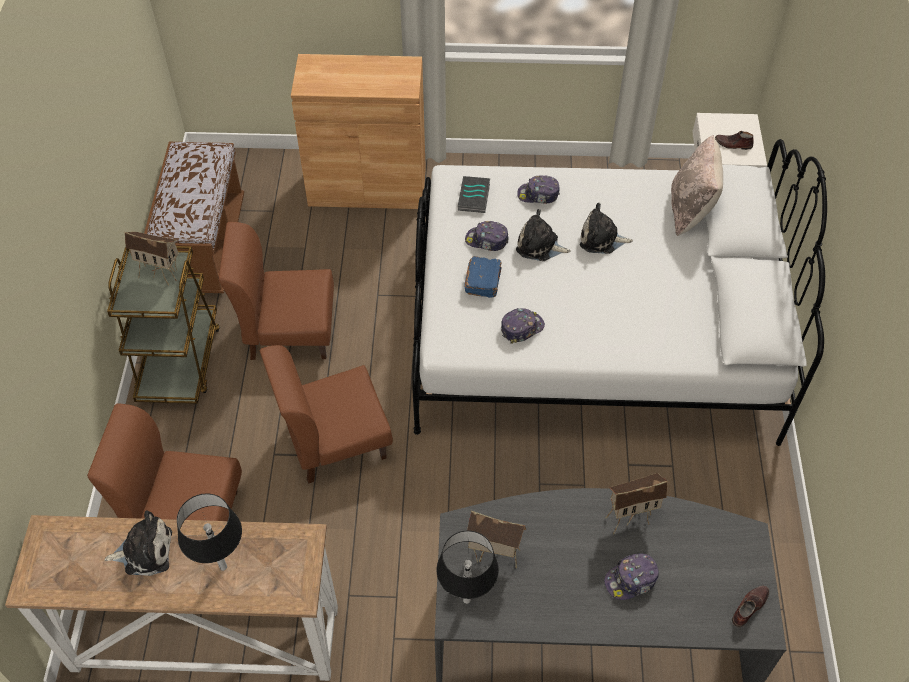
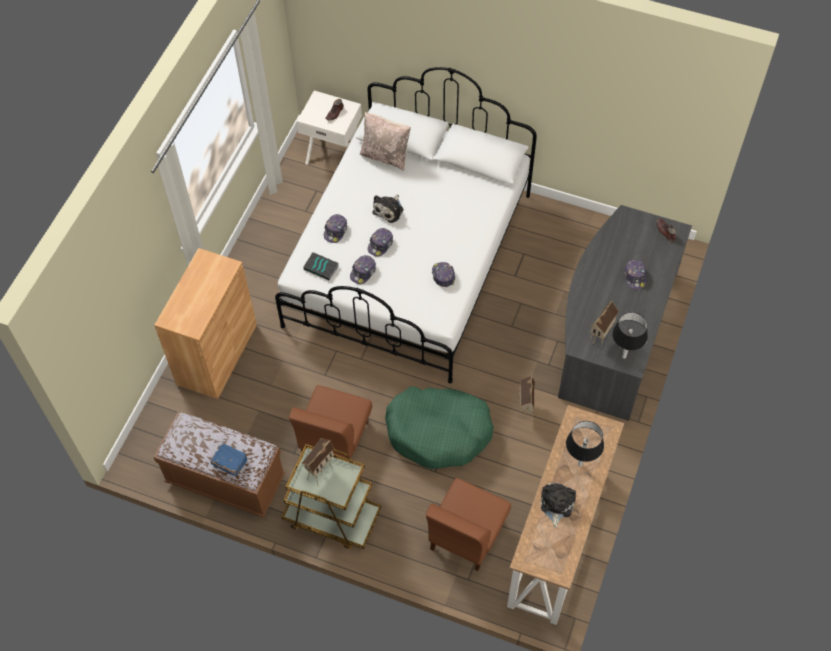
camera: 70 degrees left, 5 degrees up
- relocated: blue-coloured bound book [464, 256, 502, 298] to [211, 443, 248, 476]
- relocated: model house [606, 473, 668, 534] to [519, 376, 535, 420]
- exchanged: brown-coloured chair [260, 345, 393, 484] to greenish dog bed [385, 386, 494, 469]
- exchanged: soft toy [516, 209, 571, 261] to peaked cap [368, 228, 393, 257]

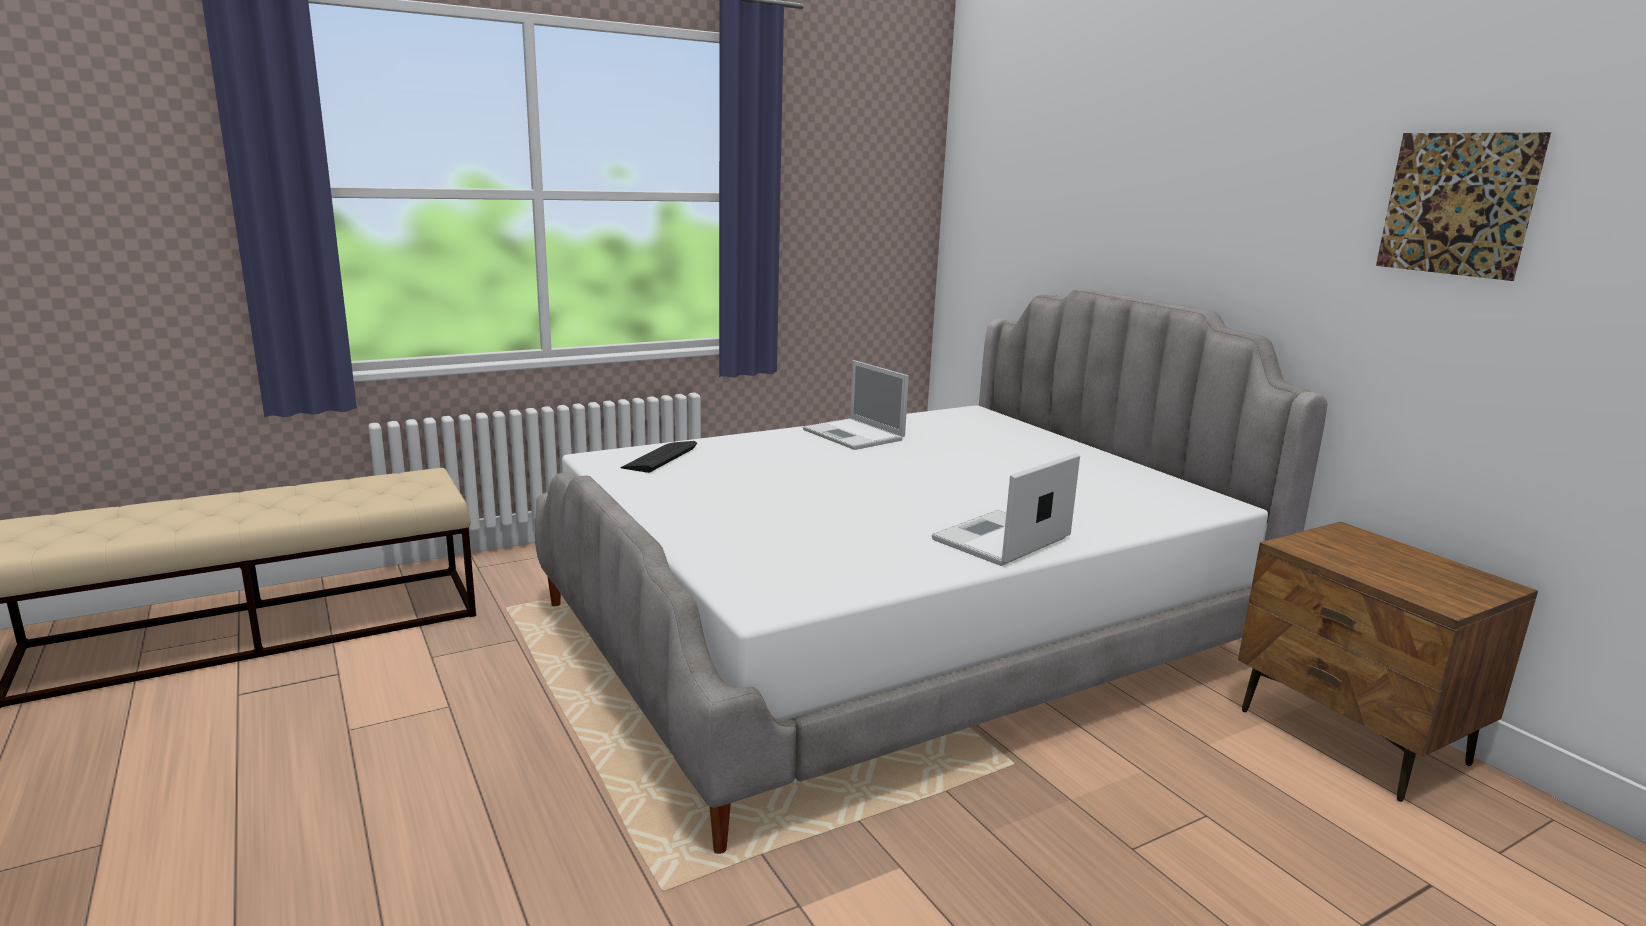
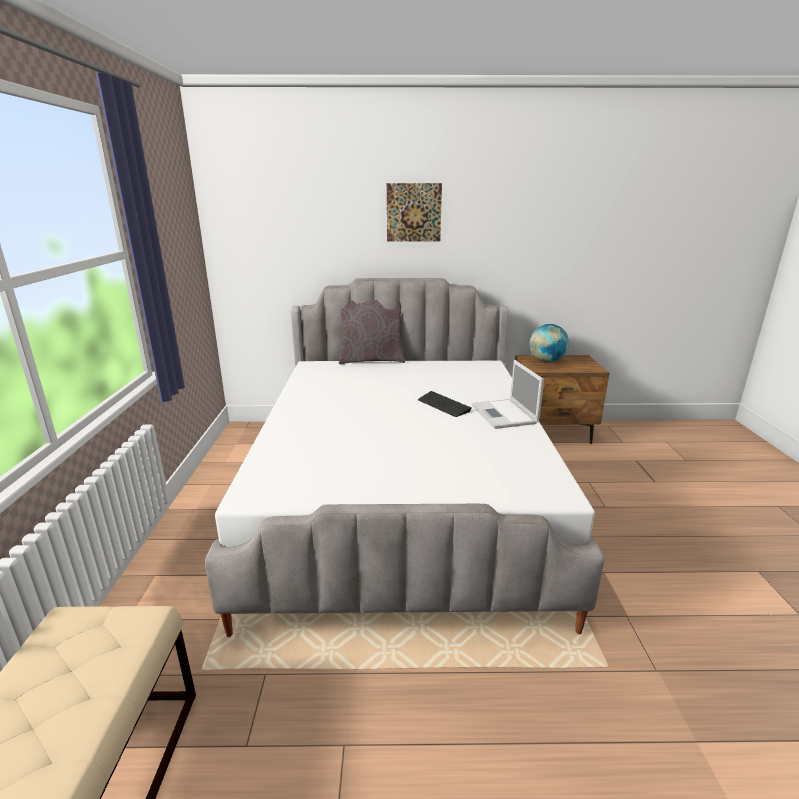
camera: 60 degrees left, 5 degrees up
- missing: laptop [803, 360, 909, 450]
- appeared: grey cushion [339, 300, 405, 364]
- appeared: world globe [529, 324, 569, 362]
- relocated: keyboard [620, 441, 697, 473] to [418, 391, 472, 417]
- relocated: wall art [1376, 132, 1551, 281] to [387, 183, 442, 242]

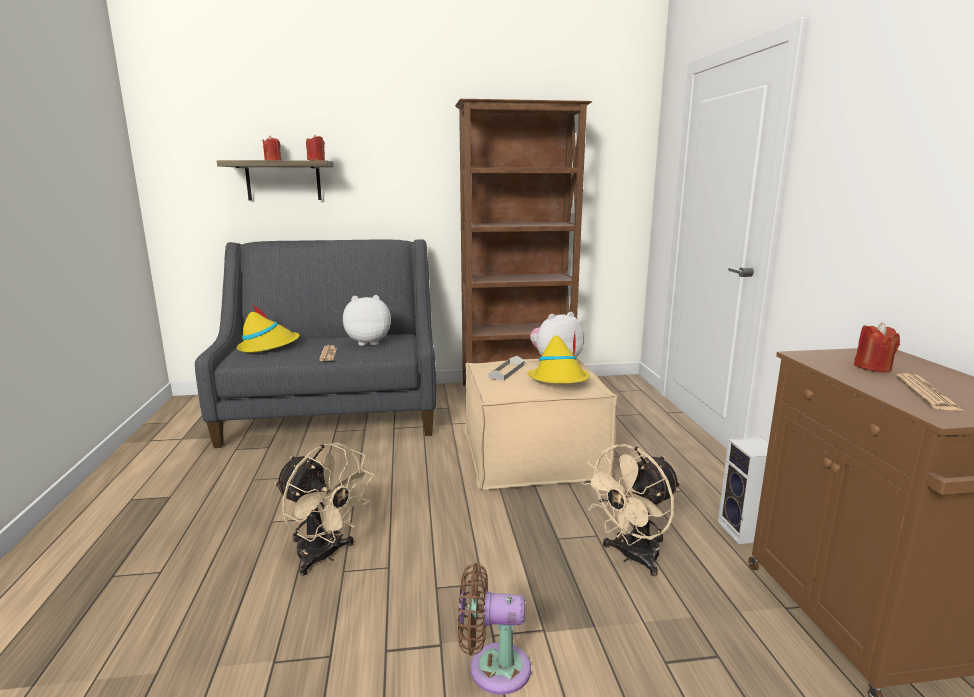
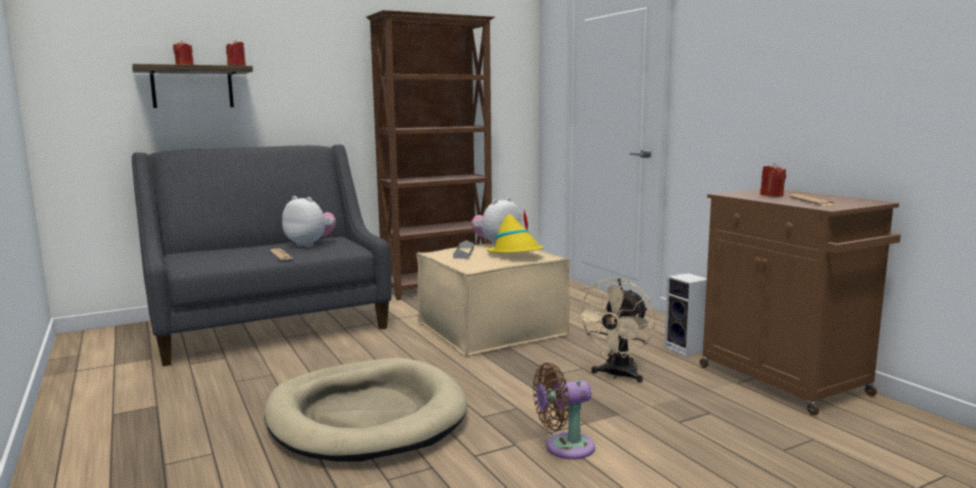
camera: 20 degrees left, 5 degrees down
- missing: yellow-coloured wearable hat [237, 305, 300, 353]
- exchanged: beige-coloured cooling fan [275, 443, 374, 576] to beige-coloured dog bed [264, 358, 468, 461]
- spun: soft toy [343, 295, 391, 346] = [282, 196, 336, 247] 60 degrees clockwise

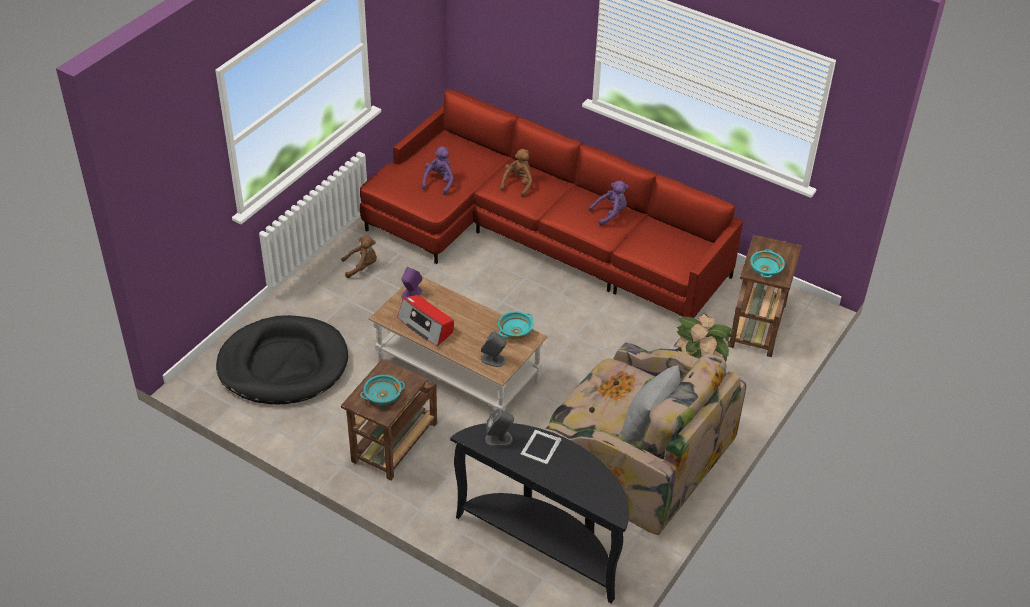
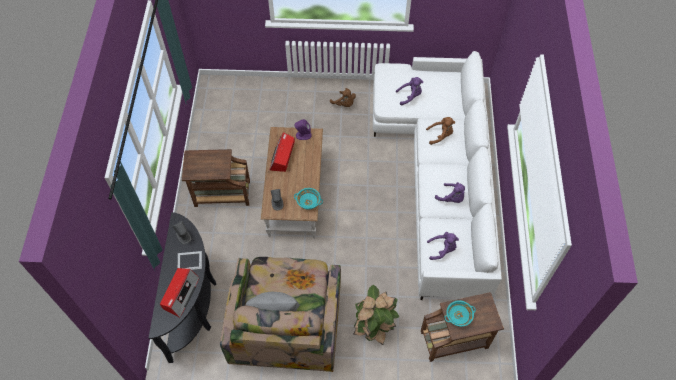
camera: 60 degrees right, 15 degrees up
- missing: black-coloured dog bed [216, 315, 348, 404]
- missing: turquoise-coloured deep dish [360, 375, 405, 405]
- appeared: radio set [160, 268, 200, 318]
- appeared: purple soft toy [427, 232, 459, 260]
- colour: reddish sofa [360, 89, 743, 318] to white-coloured sofa [373, 51, 502, 300]

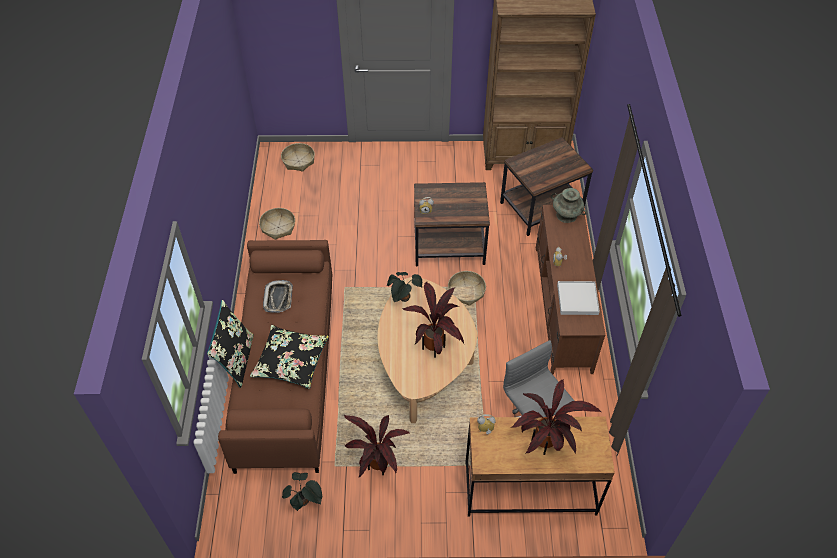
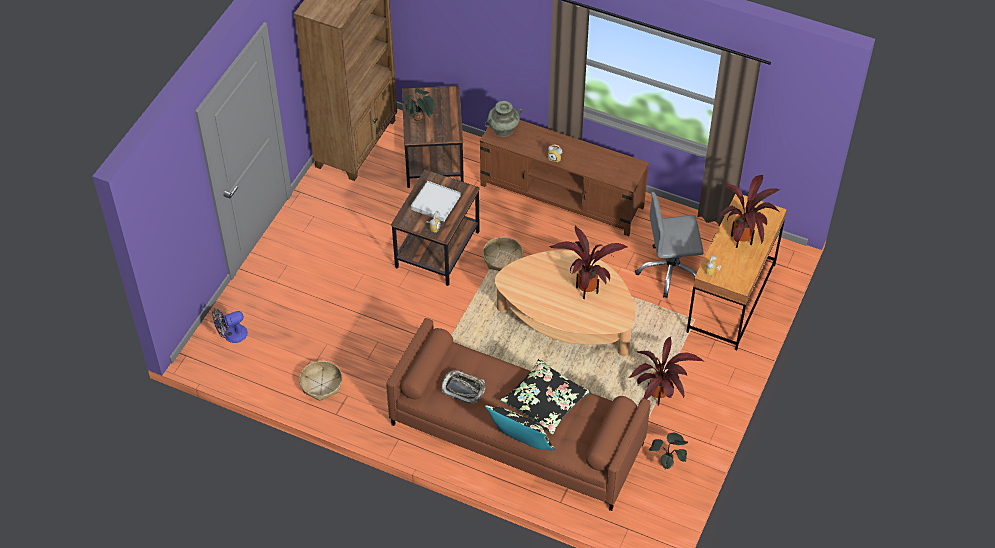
camera: 65 degrees left, 0 degrees up
- relocated: potted plant [387, 272, 422, 303] to [402, 88, 435, 121]
- relocated: white-coloured tray [557, 281, 600, 315] to [411, 181, 460, 222]
- exchanged: storage basket [281, 143, 315, 172] to cooling fan [212, 308, 248, 343]

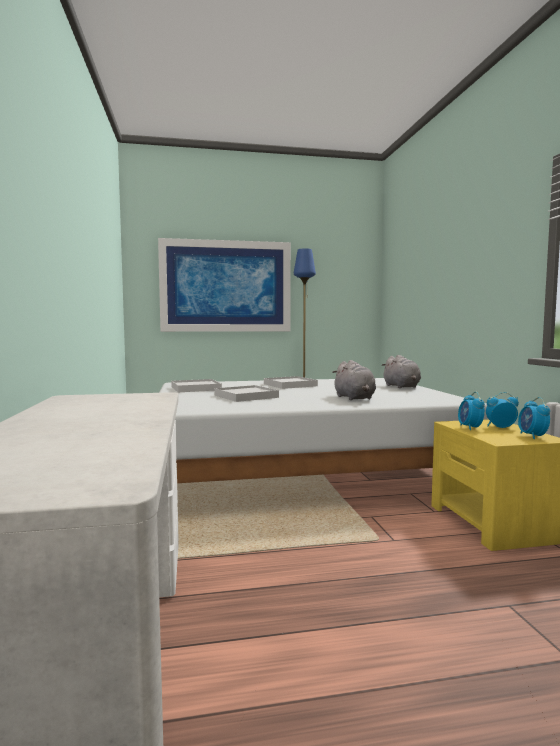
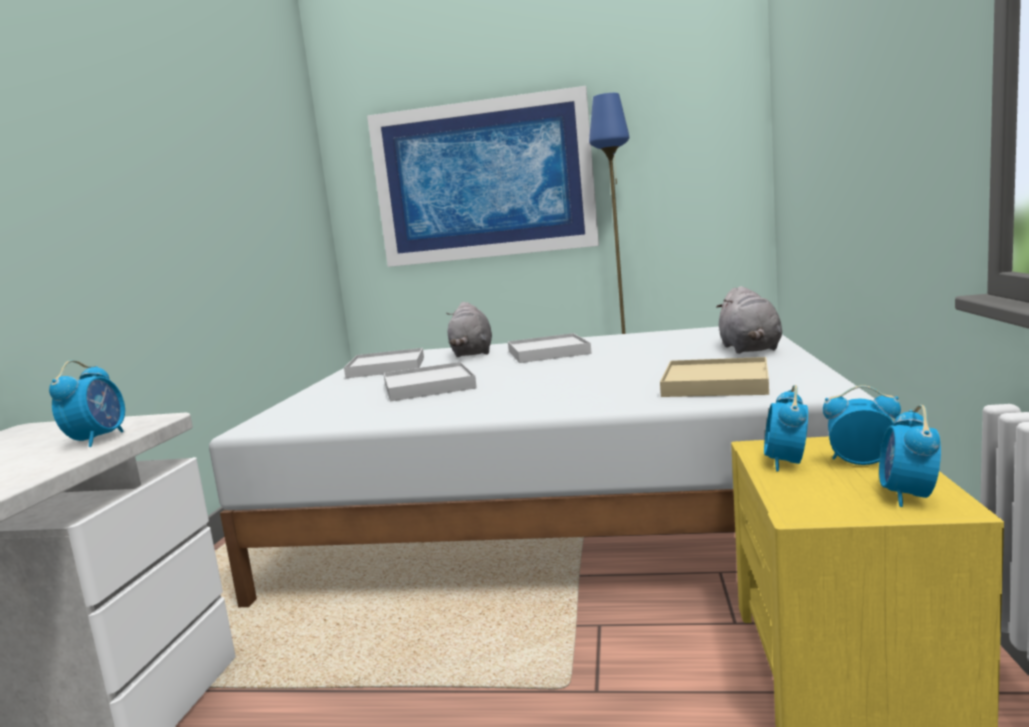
camera: 20 degrees right, 5 degrees up
- appeared: alarm clock [49, 360, 125, 447]
- appeared: beige-coloured tray [660, 357, 769, 397]
- relocated: grey soft toy [332, 360, 376, 400] to [446, 302, 492, 357]

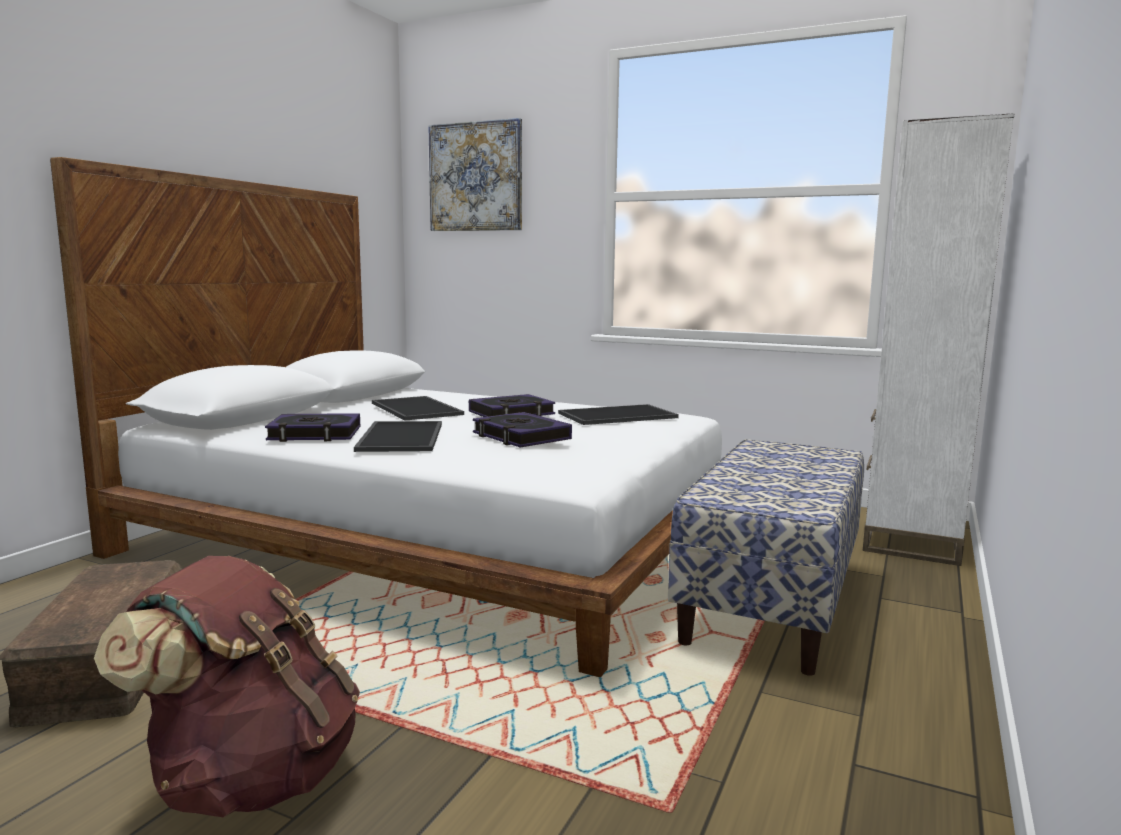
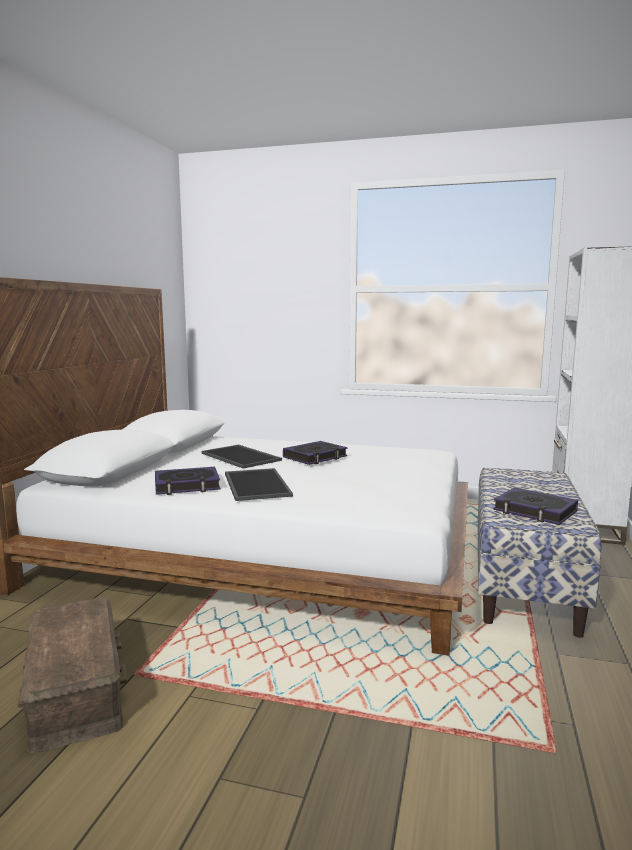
camera: 10 degrees left, 0 degrees up
- missing: brown-coloured backpack [94, 556, 360, 817]
- missing: wall art [428, 118, 522, 231]
- missing: tray [558, 404, 679, 425]
- relocated: bound book [473, 412, 572, 447] to [493, 487, 578, 525]

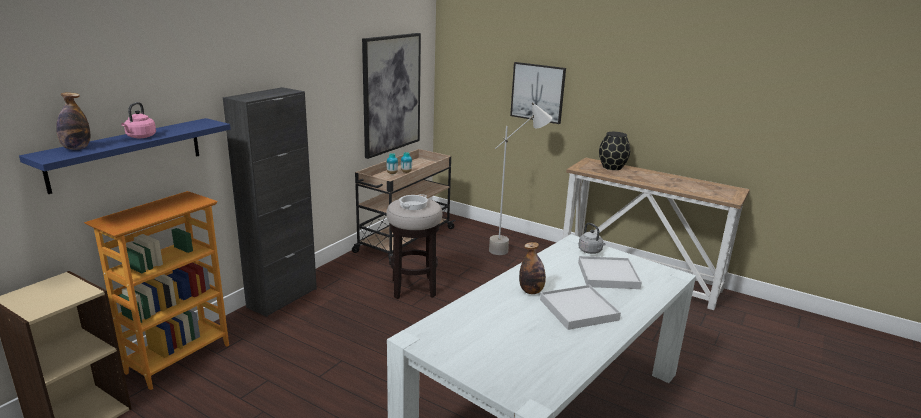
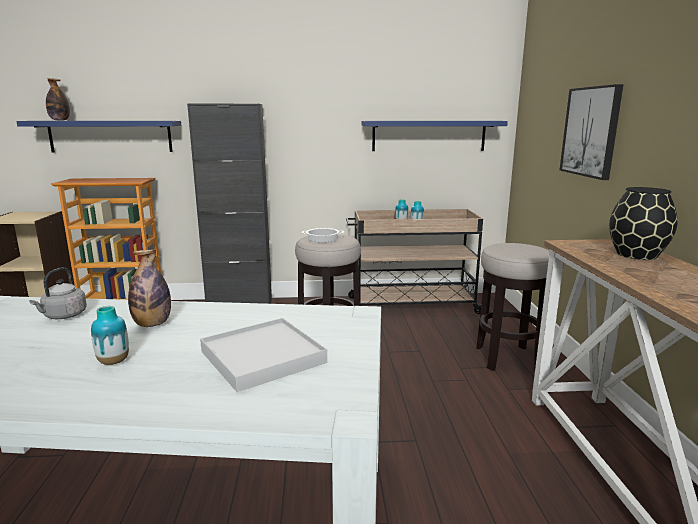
camera: 55 degrees right, 5 degrees down
- missing: pinkish tea kettle [121, 102, 156, 138]
- relocated: grey tea kettle [578, 223, 605, 254] to [29, 267, 87, 319]
- exchanged: wall art [362, 33, 421, 159] to blue-coloured bracket shelf [362, 121, 508, 151]
- exchanged: grey floor lamp [489, 102, 552, 255] to stool [476, 243, 550, 371]
- exchanged: white-coloured tray [540, 285, 621, 330] to flower vase [91, 306, 129, 365]

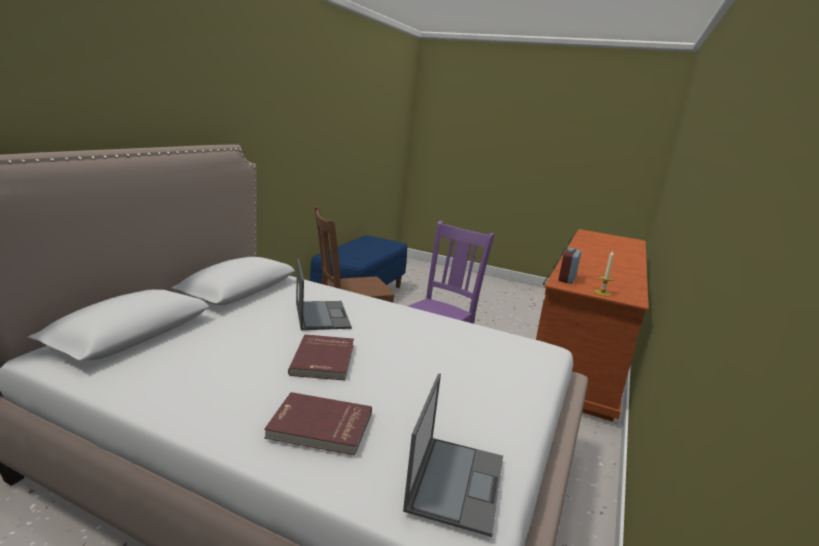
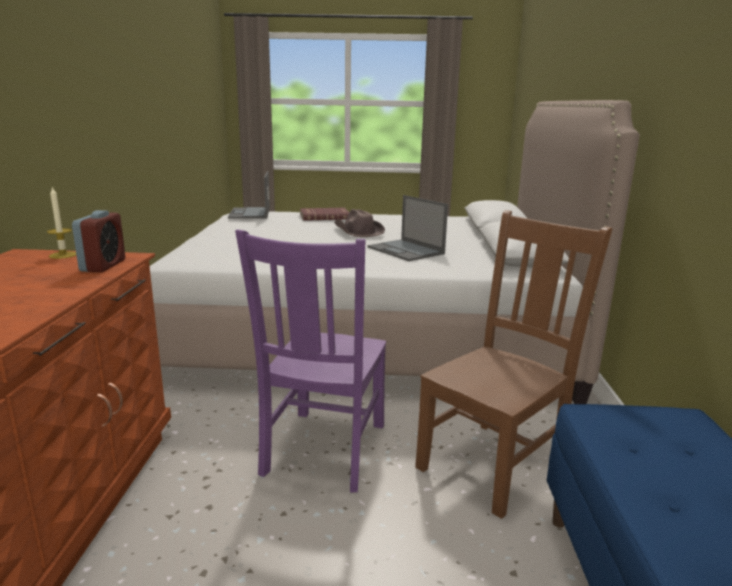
camera: 160 degrees right, 0 degrees up
- exchanged: reddish bound book [288, 334, 354, 380] to brown-coloured wearable hat [334, 209, 385, 237]

